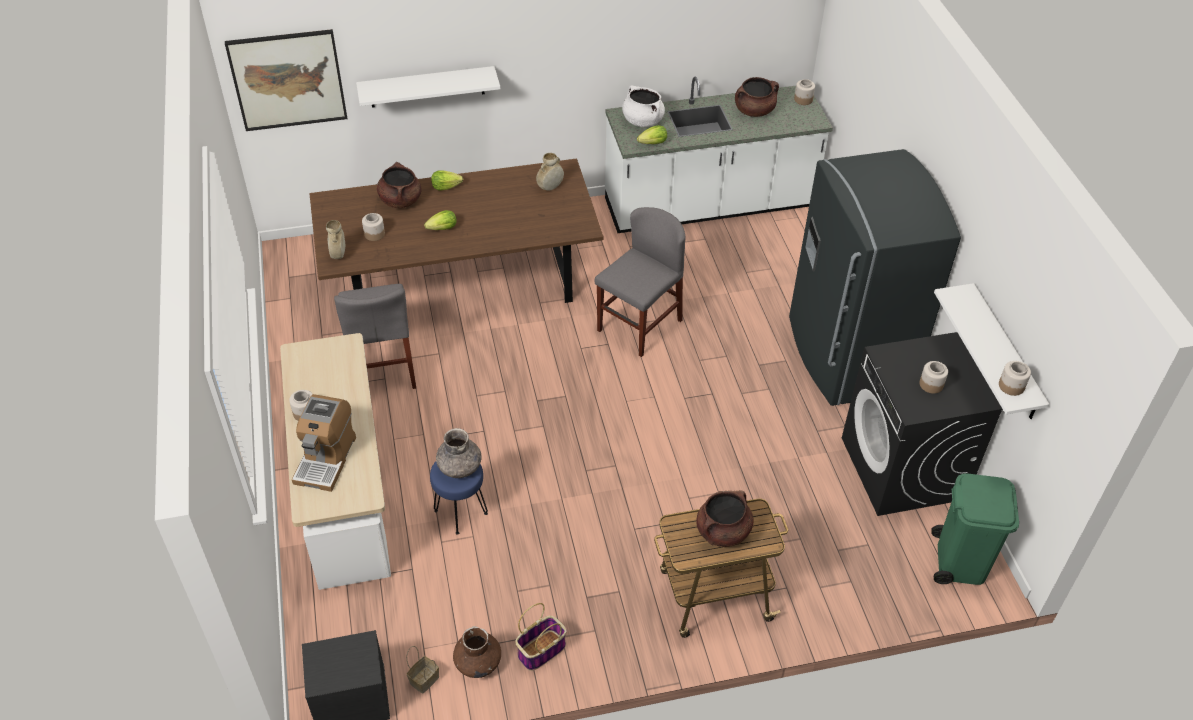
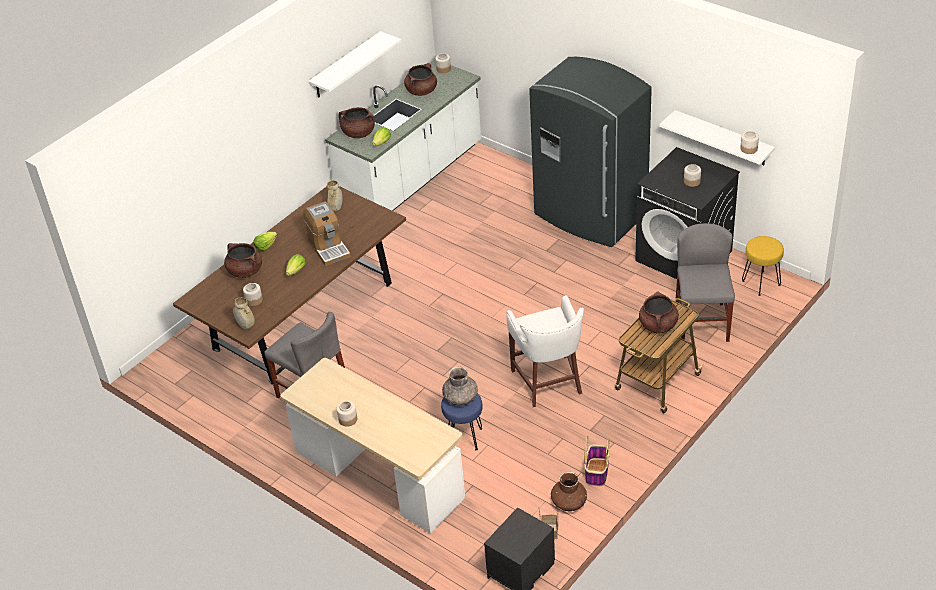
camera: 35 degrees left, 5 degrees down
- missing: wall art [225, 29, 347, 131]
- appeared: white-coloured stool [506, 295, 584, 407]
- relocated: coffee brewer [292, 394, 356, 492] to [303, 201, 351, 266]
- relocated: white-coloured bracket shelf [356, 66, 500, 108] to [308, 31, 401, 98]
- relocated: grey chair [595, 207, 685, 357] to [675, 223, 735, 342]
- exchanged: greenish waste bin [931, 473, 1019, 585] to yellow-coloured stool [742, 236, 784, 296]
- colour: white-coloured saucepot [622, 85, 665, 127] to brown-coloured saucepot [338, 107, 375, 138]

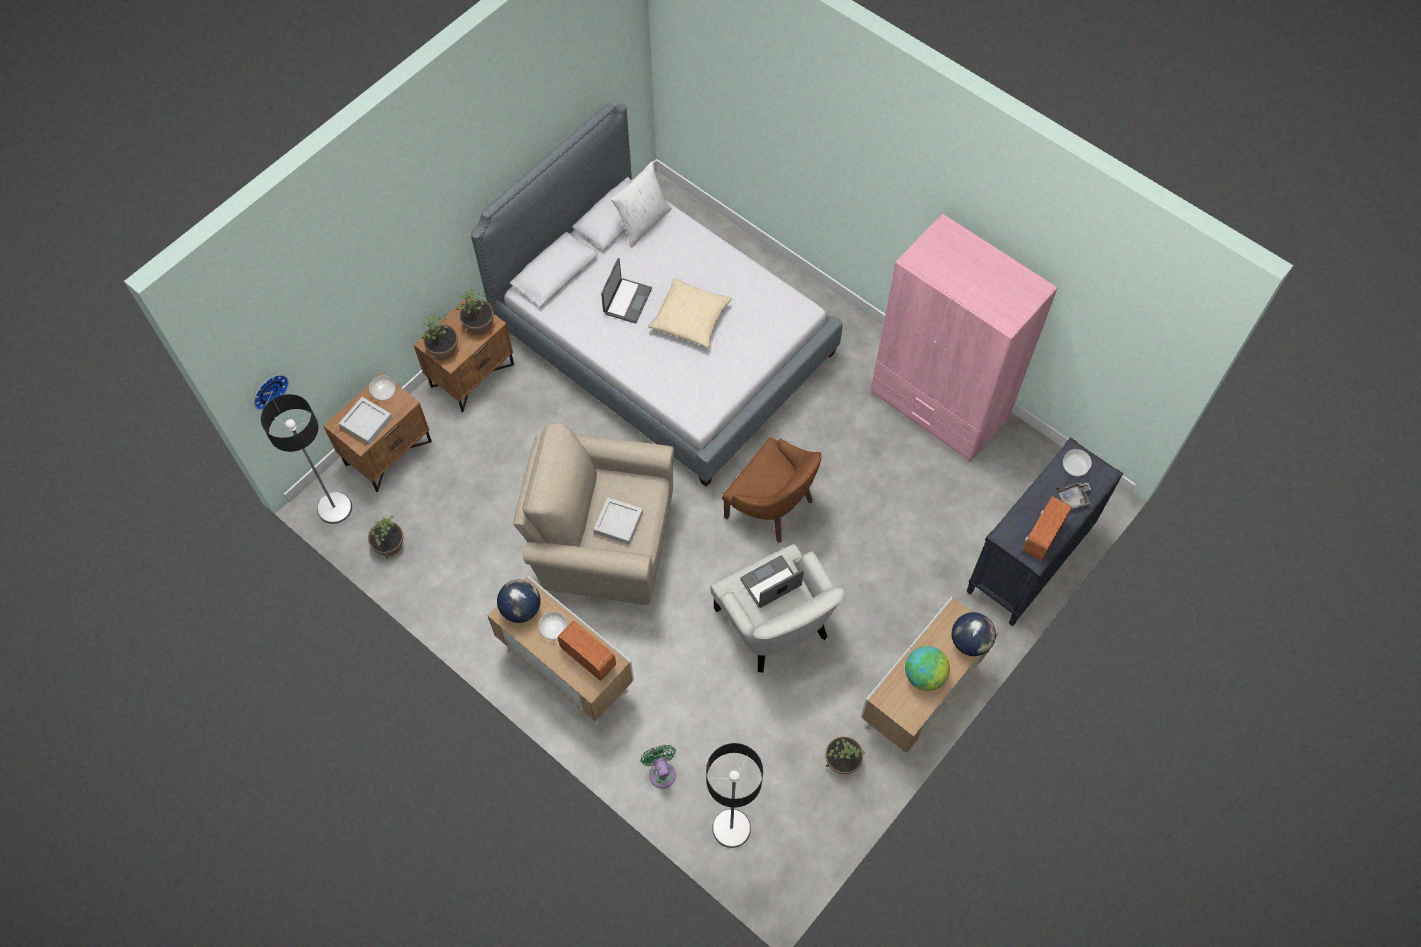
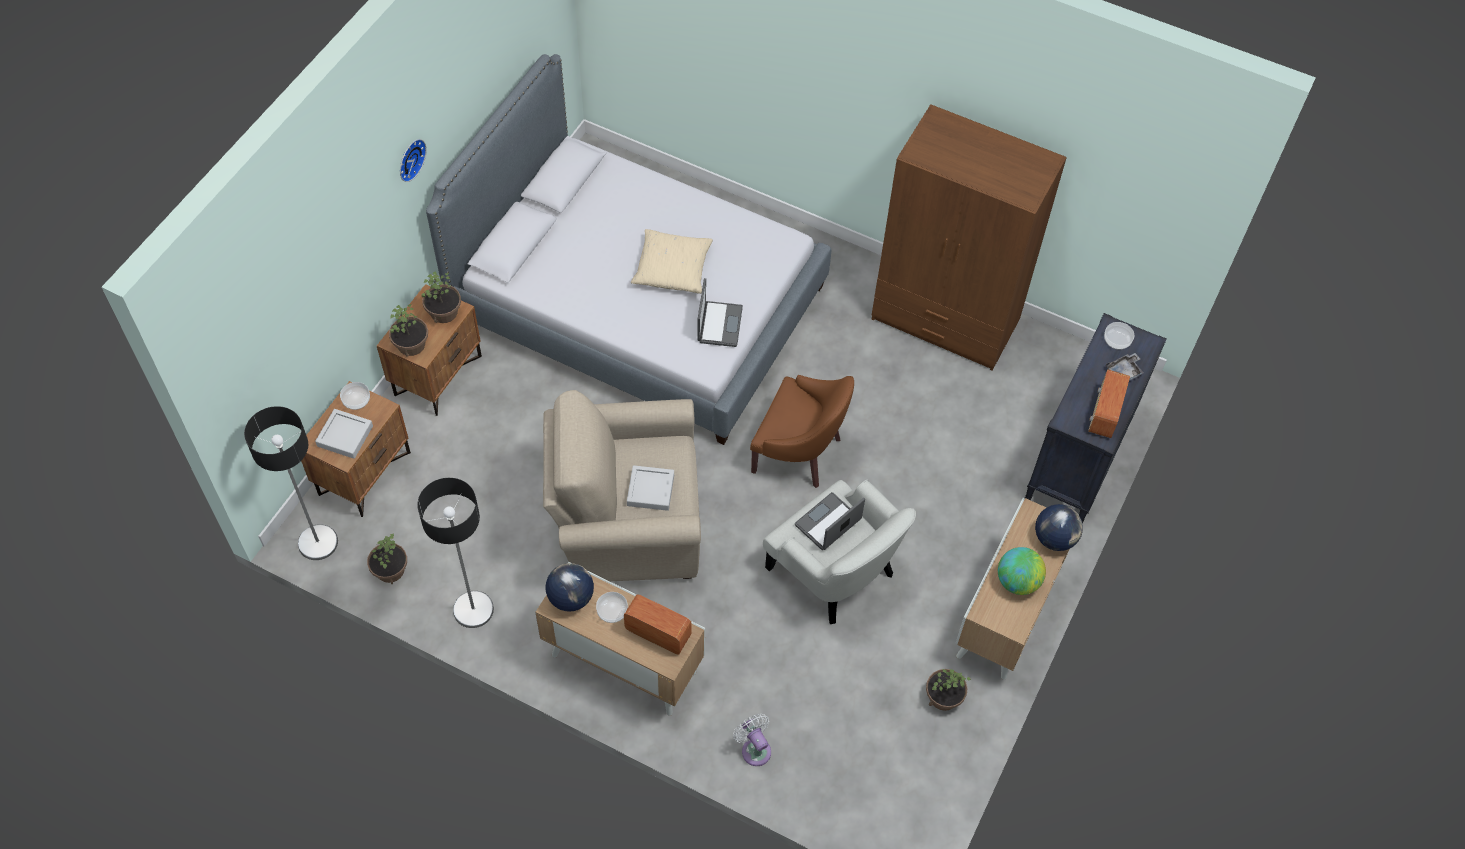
camera: 15 degrees left, 5 degrees down
- missing: white-coloured cushion [611, 161, 672, 247]
- relocated: hanging clock [254, 375, 289, 410] to [400, 139, 427, 182]
- relocated: laptop [601, 258, 652, 323] to [697, 278, 743, 347]
- relocated: floor lamp [706, 743, 763, 848] to [417, 478, 494, 628]
- colour: greenish cooling fan [641, 745, 676, 789] to white-coloured cooling fan [733, 714, 771, 766]
- colour: pinkish armoire [871, 214, 1058, 463] to brown-coloured armoire [872, 104, 1067, 371]

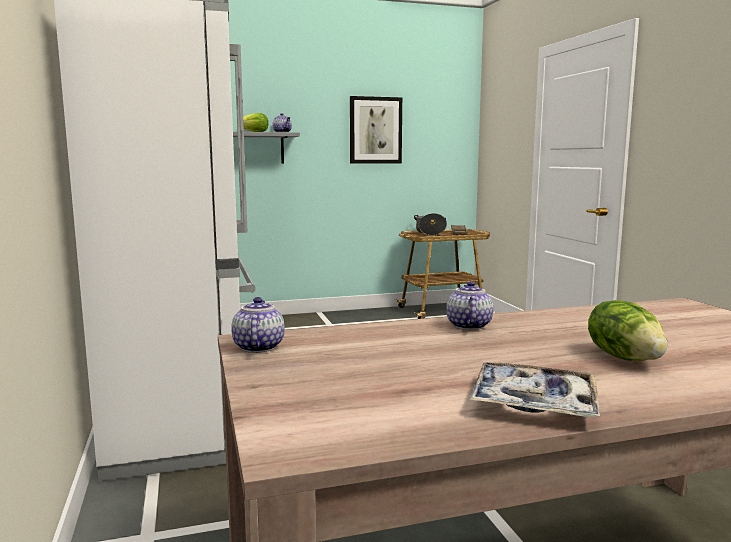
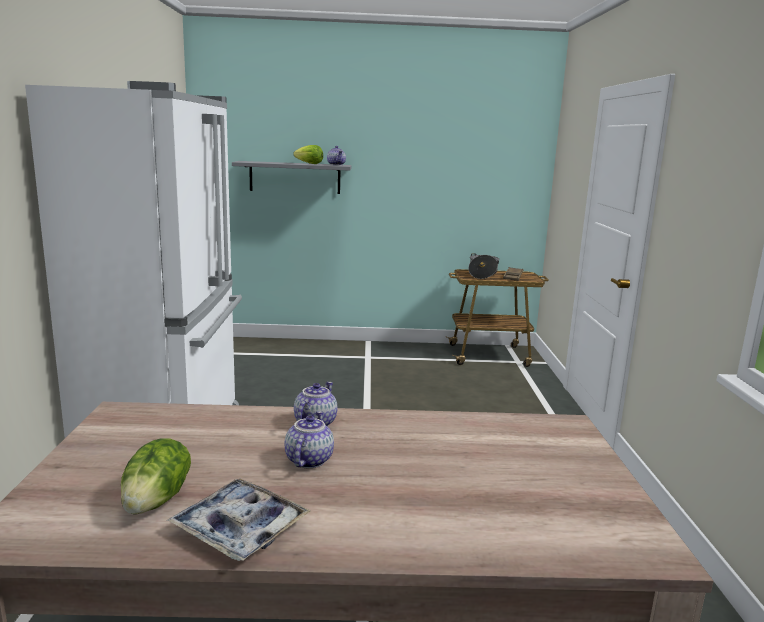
camera: 15 degrees right, 5 degrees up
- missing: wall art [350, 96, 402, 164]
- relocated: teapot [231, 297, 285, 353] to [285, 411, 334, 468]
- relocated: head of lettuce [588, 300, 668, 361] to [121, 438, 191, 514]

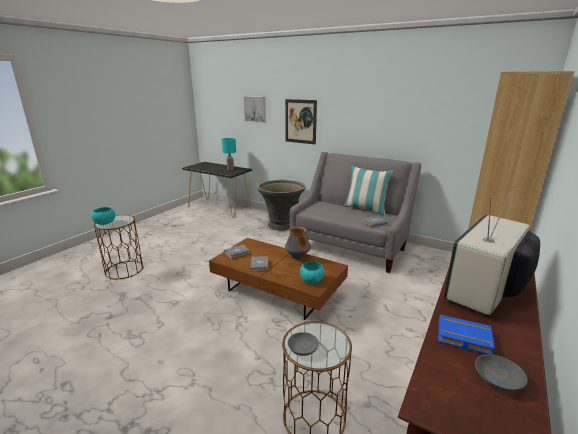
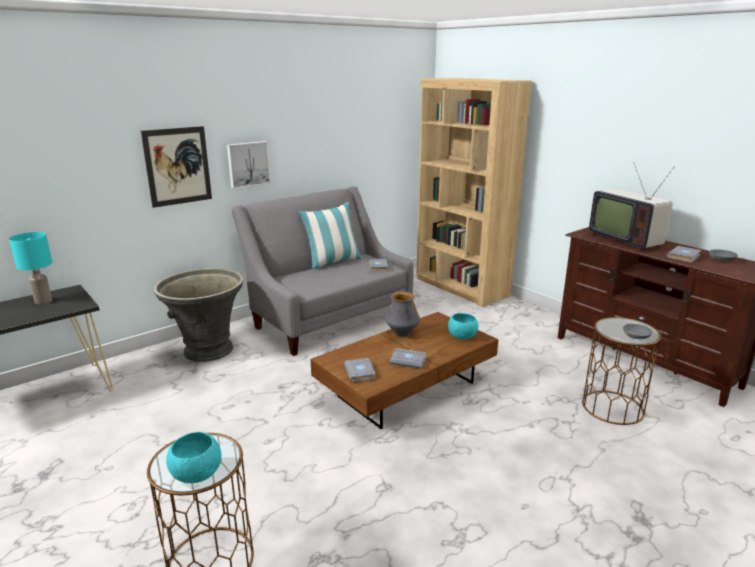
camera: 70 degrees left, 0 degrees up
- relocated: wall art [244, 96, 266, 123] to [227, 141, 271, 189]
- colour: blue-coloured bound book [438, 315, 495, 355] to grey bound book [667, 246, 702, 263]

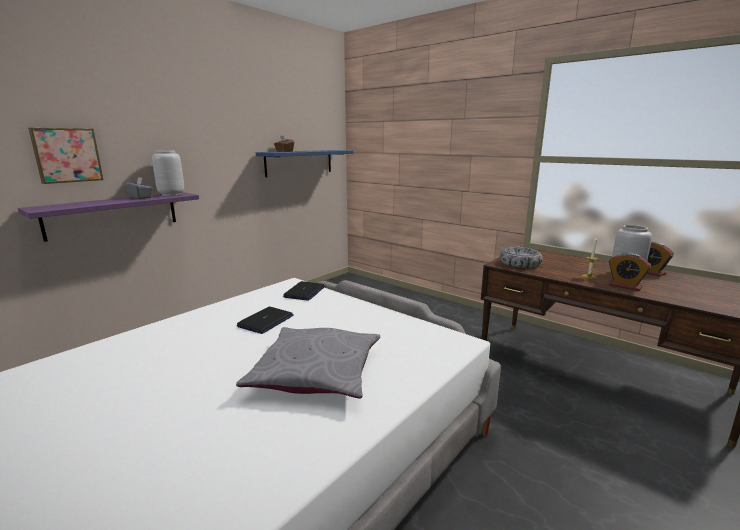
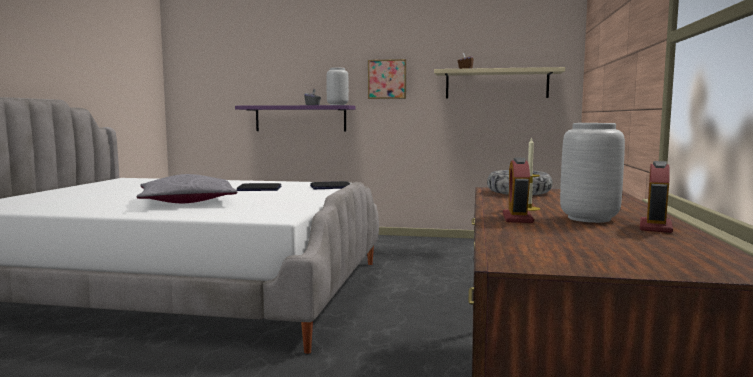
camera: 60 degrees right, 10 degrees down
- relocated: wall art [28, 128, 103, 184] to [368, 59, 406, 99]
- colour: blue-coloured bracket shelf [256, 150, 353, 177] to beige-coloured bracket shelf [434, 67, 565, 98]

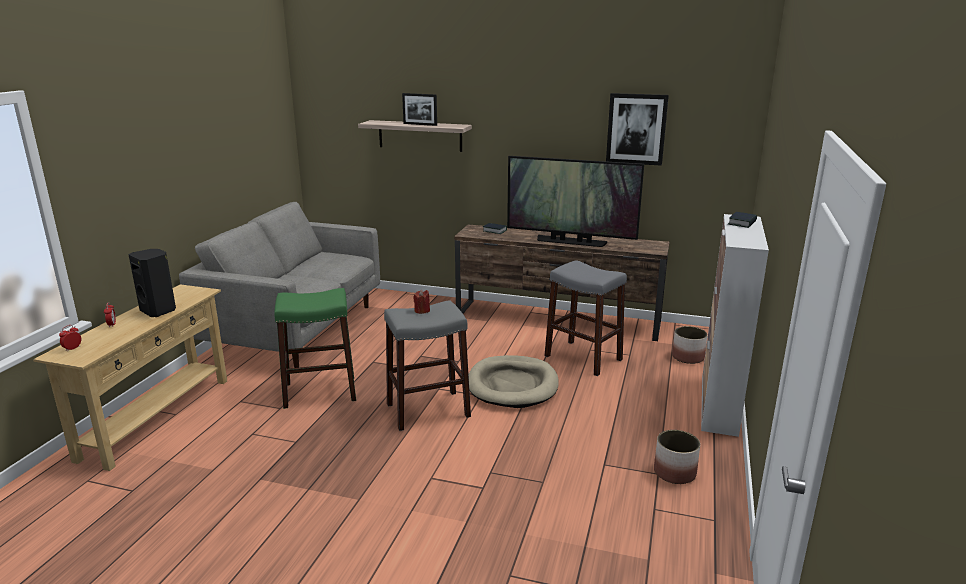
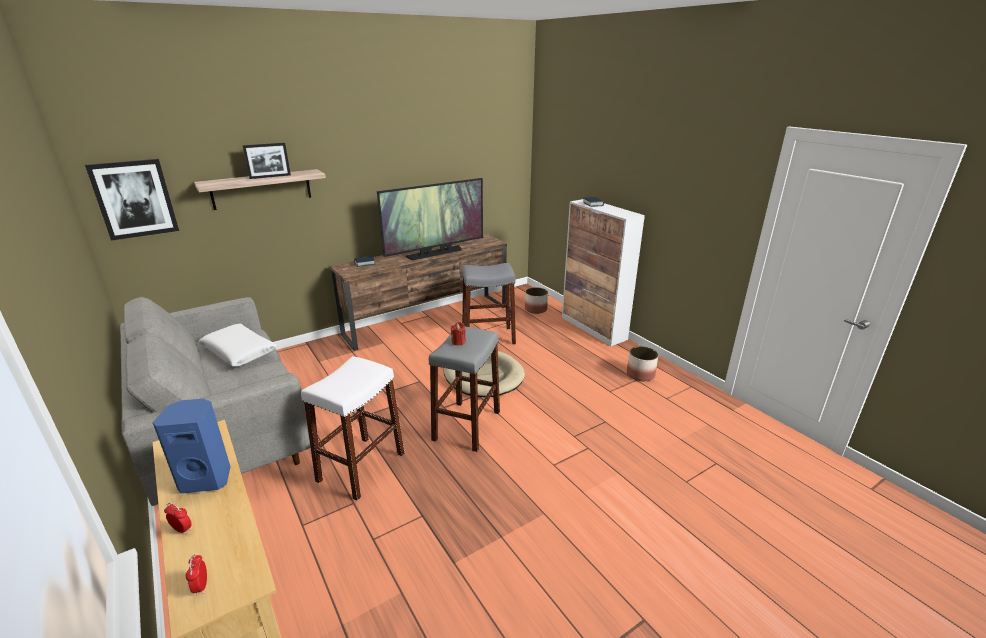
camera: 50 degrees left, 5 degrees up
- appeared: white-coloured cushion [198, 324, 277, 367]
- relocated: wall art [606, 93, 669, 166] to [85, 159, 179, 241]
- colour: black-coloured speaker [128, 249, 176, 317] to blue-coloured speaker [152, 399, 231, 493]
- colour: greenish stool [275, 288, 356, 409] to white-coloured stool [301, 356, 405, 501]

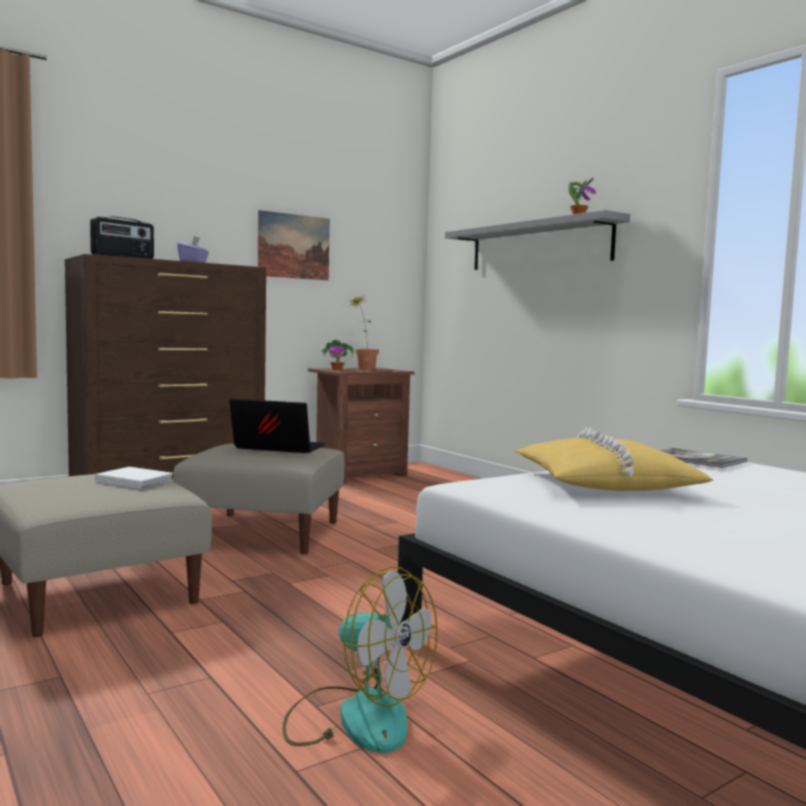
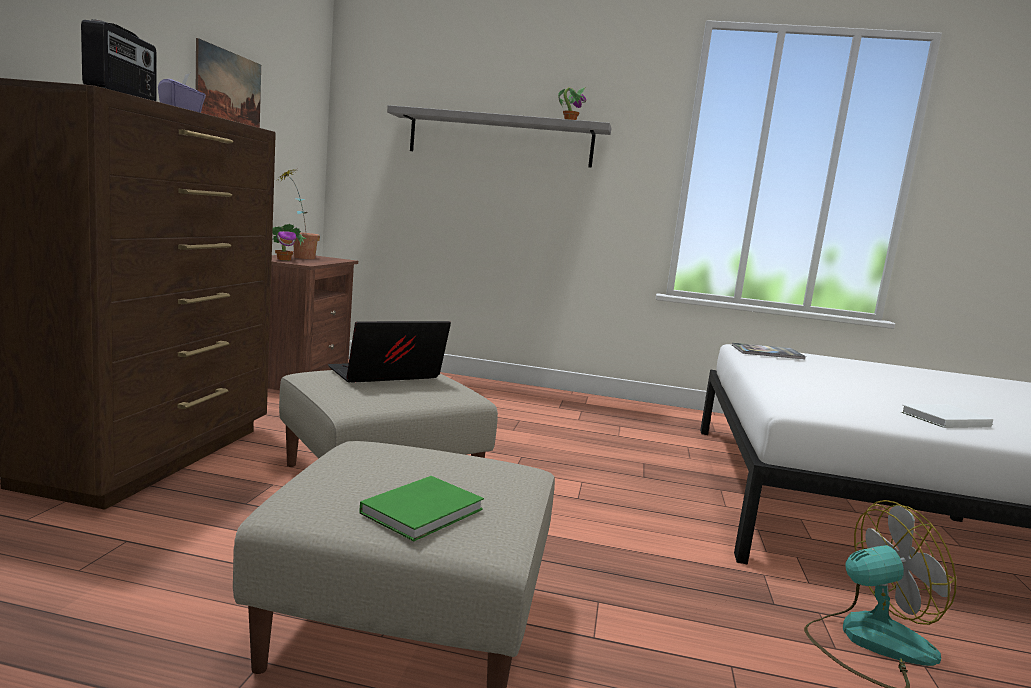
camera: 45 degrees left, 5 degrees up
- missing: yellow-coloured cushion [514, 428, 713, 491]
- appeared: greenish bound book [360, 476, 484, 541]
- relocated: white-coloured bound book [95, 467, 174, 489] to [901, 404, 993, 428]

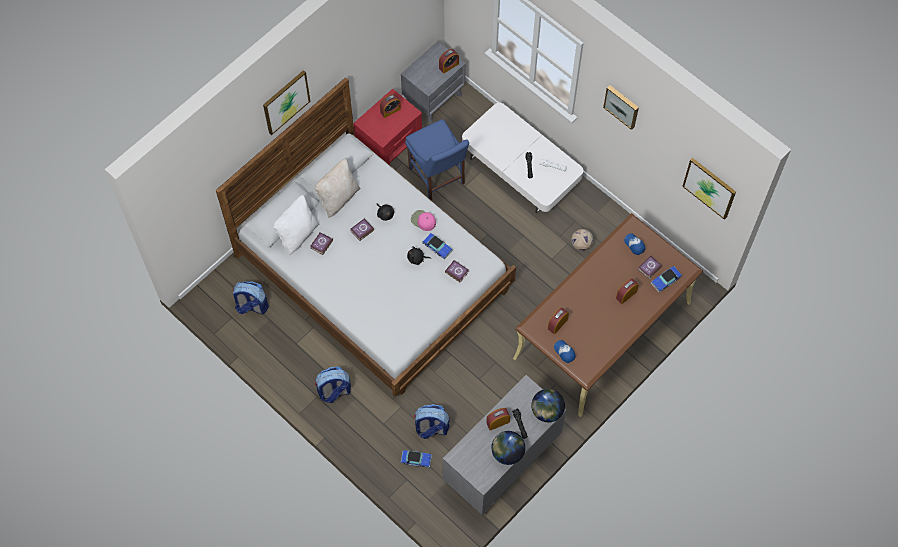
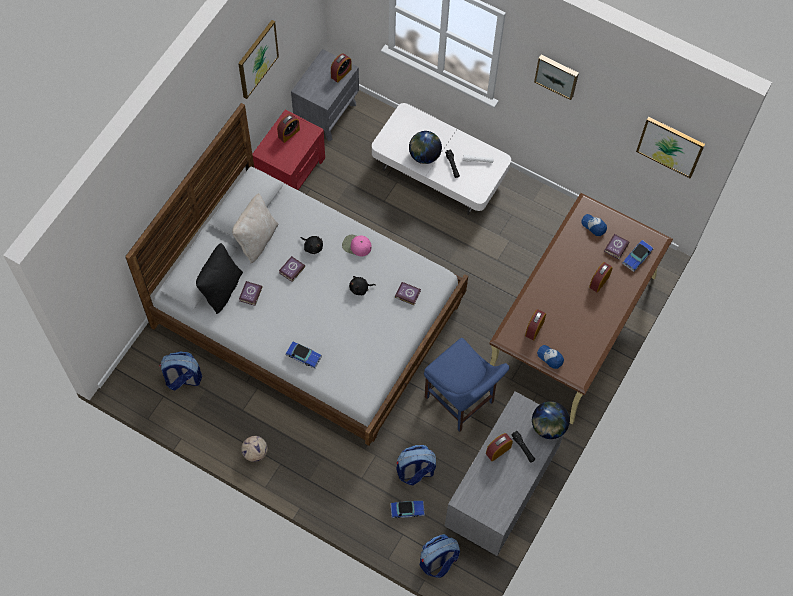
camera: 15 degrees left, 0 degrees up
- relocated: wall art [263, 70, 311, 135] to [238, 20, 279, 99]
- relocated: backpack [315, 366, 351, 403] to [420, 534, 460, 578]
- relocated: blue-coloured chair [405, 119, 469, 200] to [424, 338, 510, 432]
- relocated: toy car [422, 233, 453, 260] to [286, 341, 322, 369]
- relocated: world globe [491, 431, 525, 465] to [409, 131, 442, 164]
- relocated: football [571, 229, 593, 251] to [241, 436, 268, 462]
- colour: white-coloured cushion [273, 195, 319, 255] to black-coloured cushion [196, 243, 243, 314]

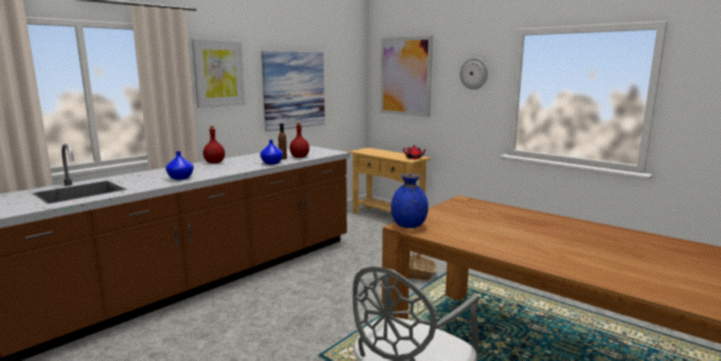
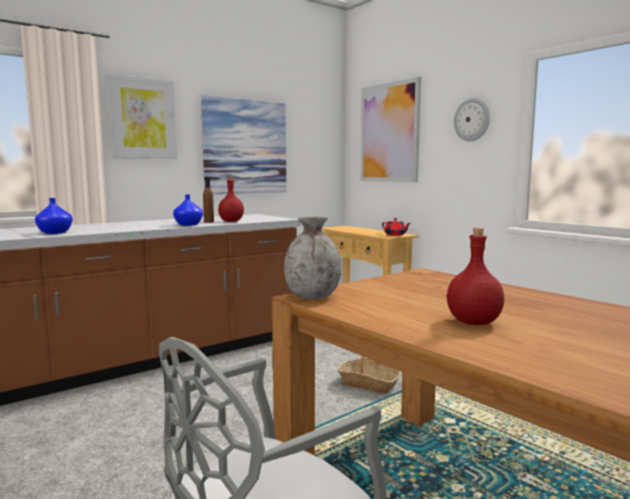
camera: 10 degrees right, 5 degrees down
- relocated: reddish drink bottle [203, 126, 225, 163] to [447, 228, 504, 325]
- colour: blue-coloured flower vase [391, 174, 428, 228] to grey flower vase [284, 217, 341, 299]

